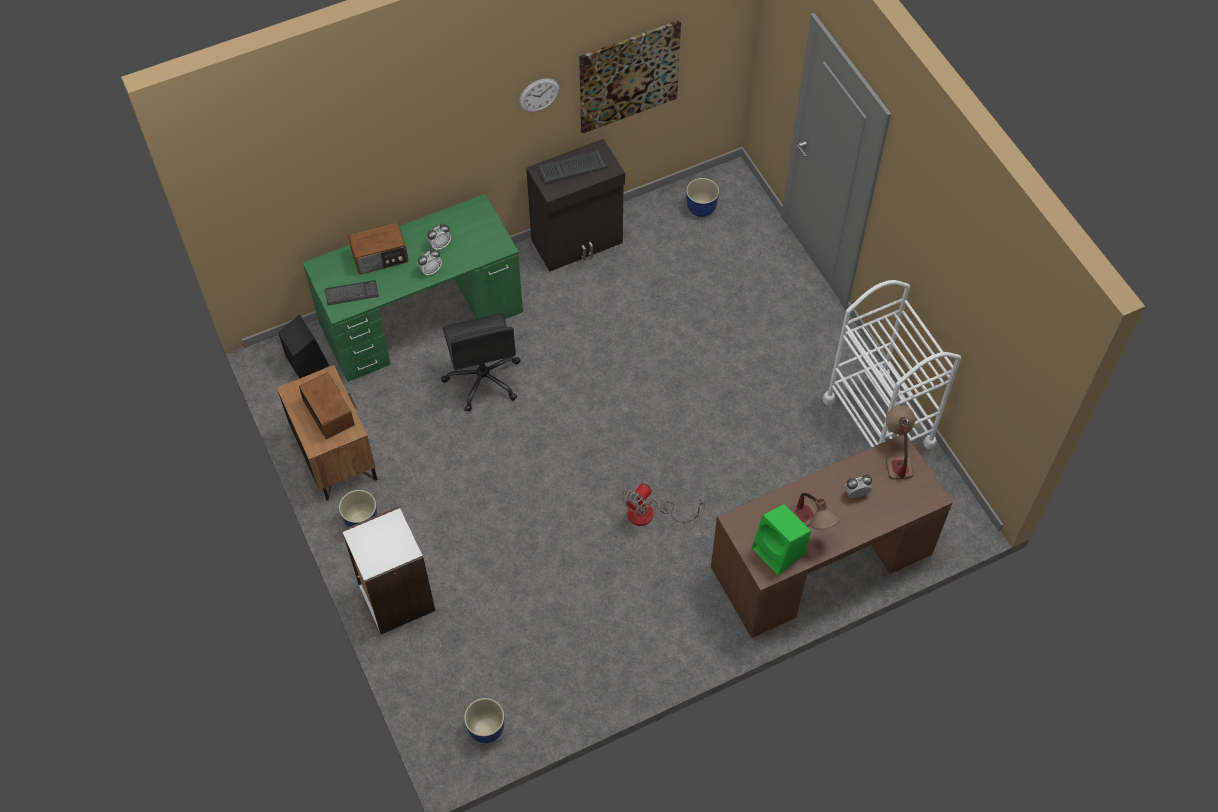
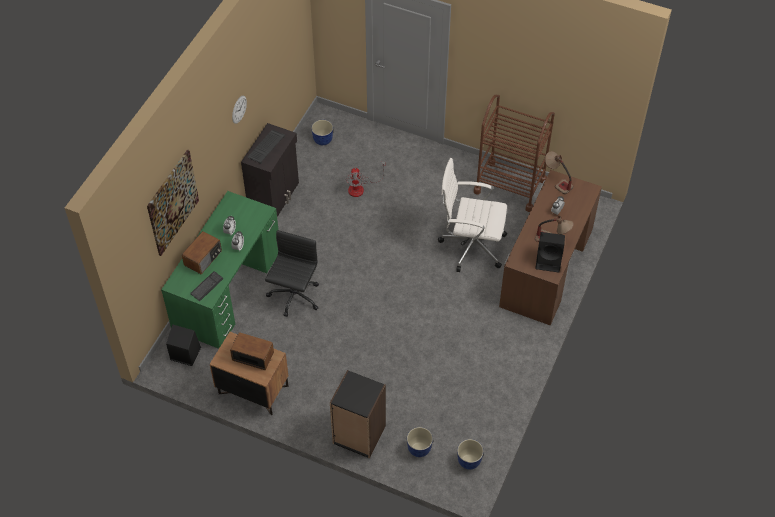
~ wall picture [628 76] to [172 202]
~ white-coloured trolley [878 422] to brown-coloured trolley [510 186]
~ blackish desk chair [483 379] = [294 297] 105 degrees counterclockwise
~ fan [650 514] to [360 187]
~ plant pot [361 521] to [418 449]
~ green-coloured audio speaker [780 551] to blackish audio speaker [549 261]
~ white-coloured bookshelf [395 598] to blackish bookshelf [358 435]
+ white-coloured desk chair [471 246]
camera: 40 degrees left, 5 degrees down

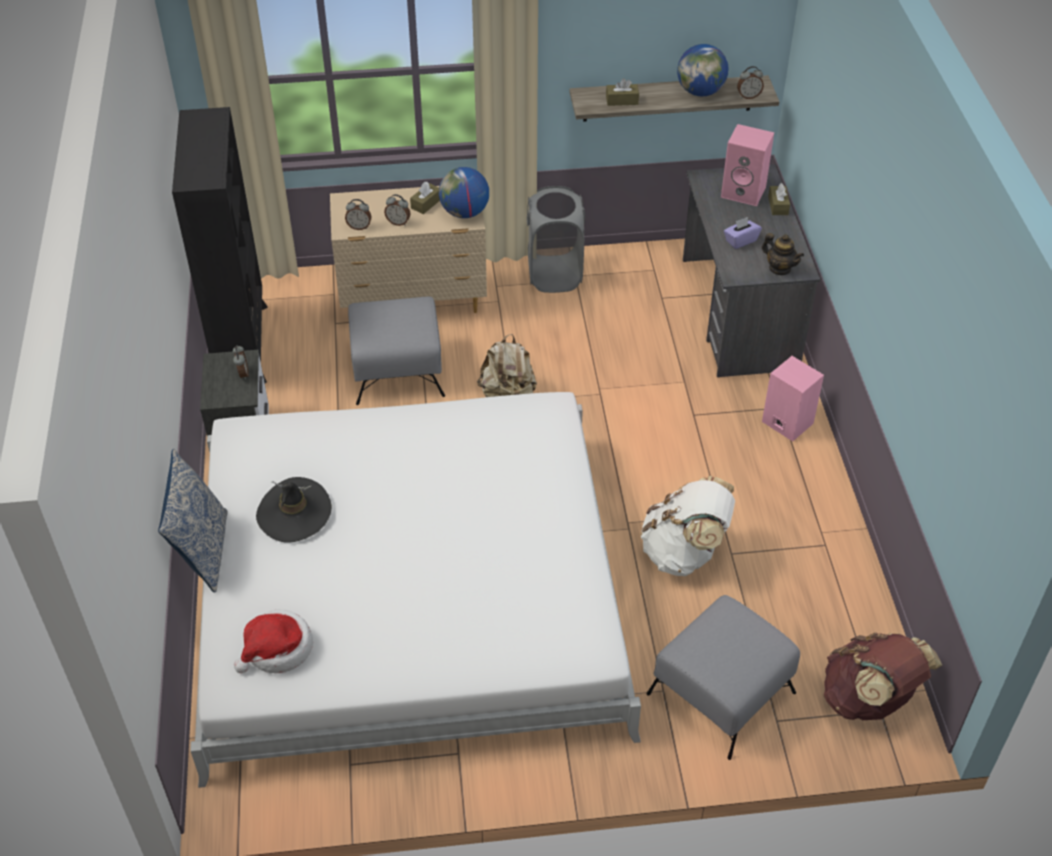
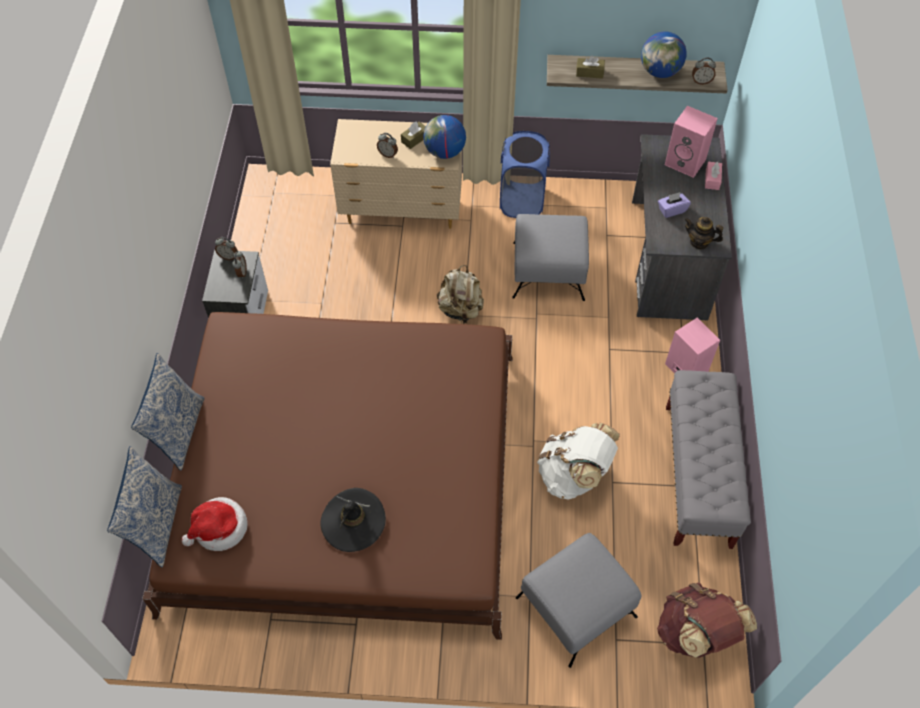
- blackish bookshelf [242 345]
~ brown-coloured tissue holder [778 205] to pinkish tissue holder [712 179]
~ greyish laundry basket [554 274] to bluish laundry basket [522 201]
~ table clock [359 227] to [228 256]
~ pot for tea [780 268] = [699 242] 150 degrees clockwise
~ greyish ottoman [398 370] to [549 271]
~ white-coloured bed [410 595] to brown-coloured bed [346 478]
~ blackish wearable hat [294 513] to [353 521]
+ greyish bench [697 475]
+ cushion [156 524]
camera: 10 degrees right, 10 degrees up

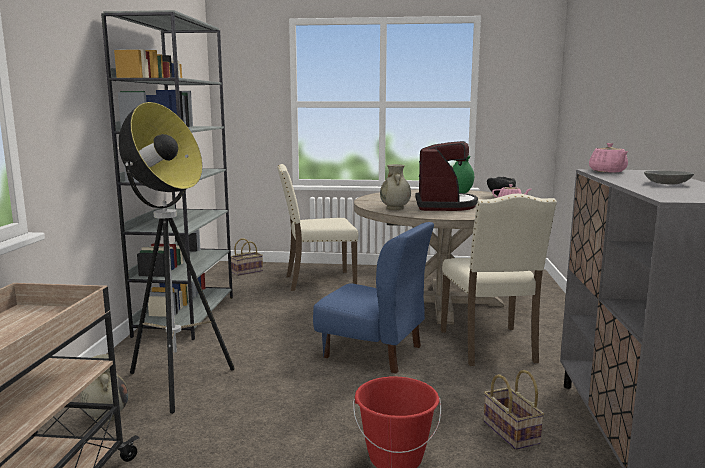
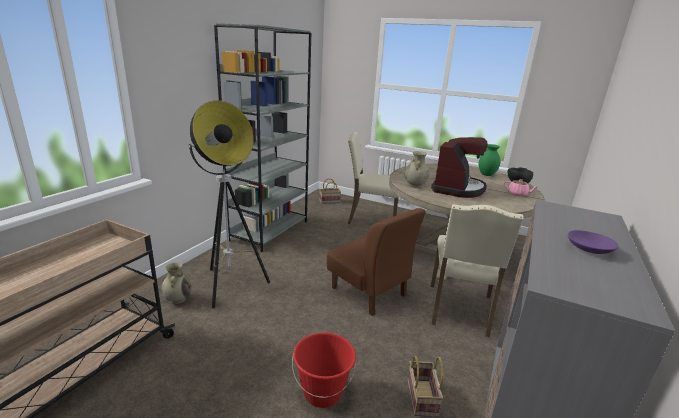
- pinkish pot for tea [608 171]
~ greyish serving bowl [666 183] to purple-coloured serving bowl [588 249]
~ bluish chair [373 352] to brown-coloured chair [369 292]
camera: 20 degrees right, 10 degrees up

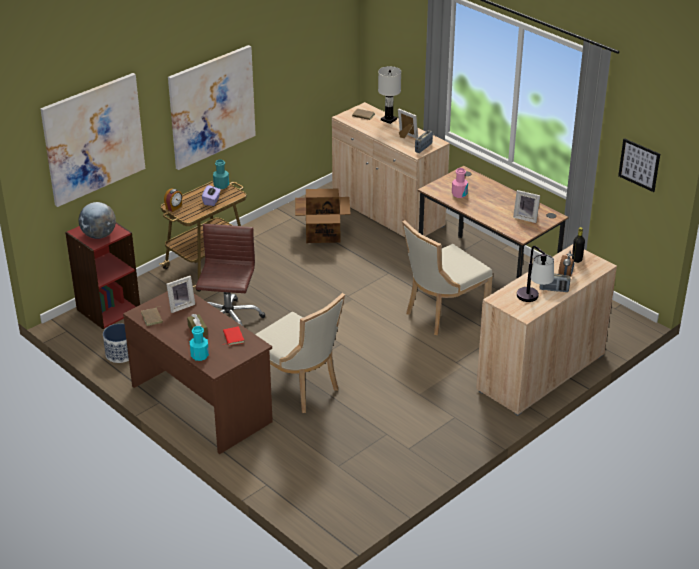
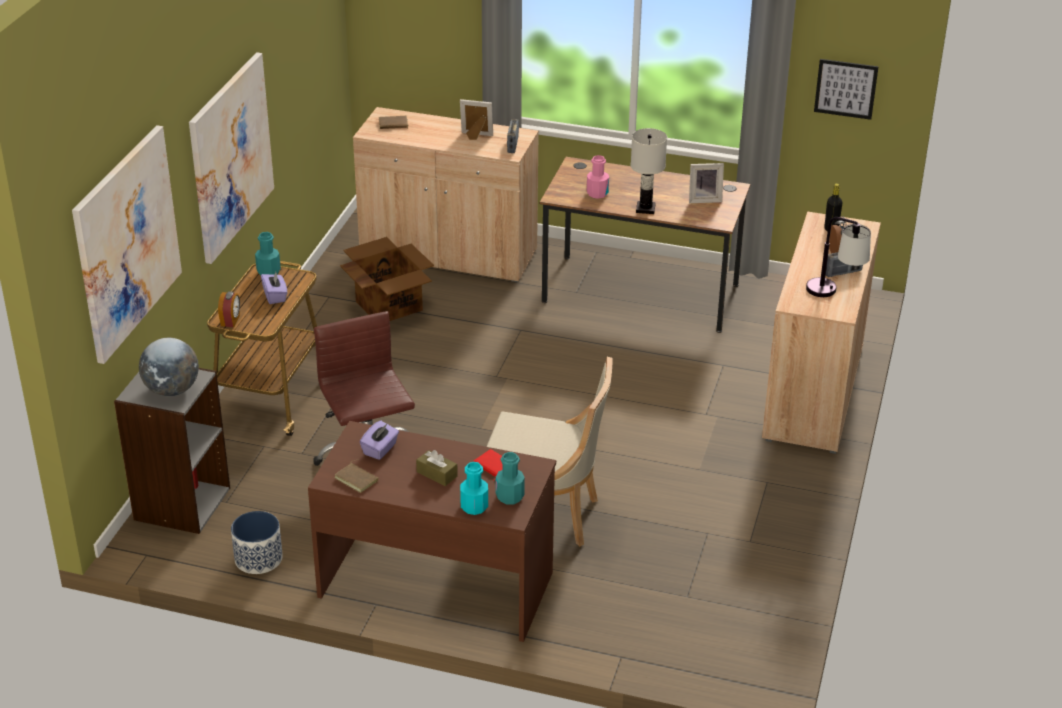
~ white-coloured tabletop lamp [388 119] to [645 208]
- beige-coloured chair [442 313]
~ red-coloured bookshelf [108 309] to greyish bookshelf [181 503]
~ standing frame [181 306] to purple-coloured tissue holder [380 449]
+ turquoise drink bottle [510 496]
camera: 30 degrees left, 0 degrees up

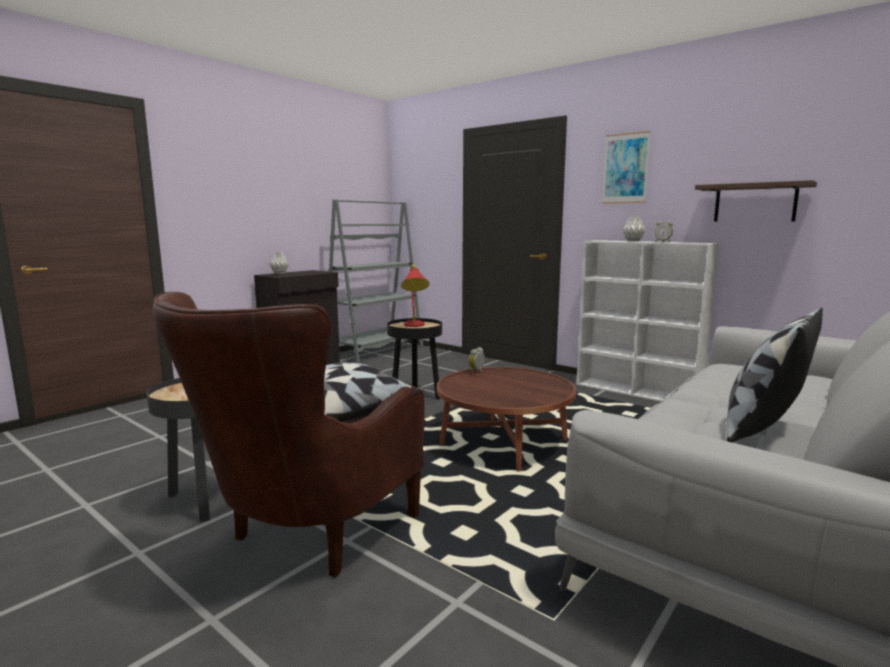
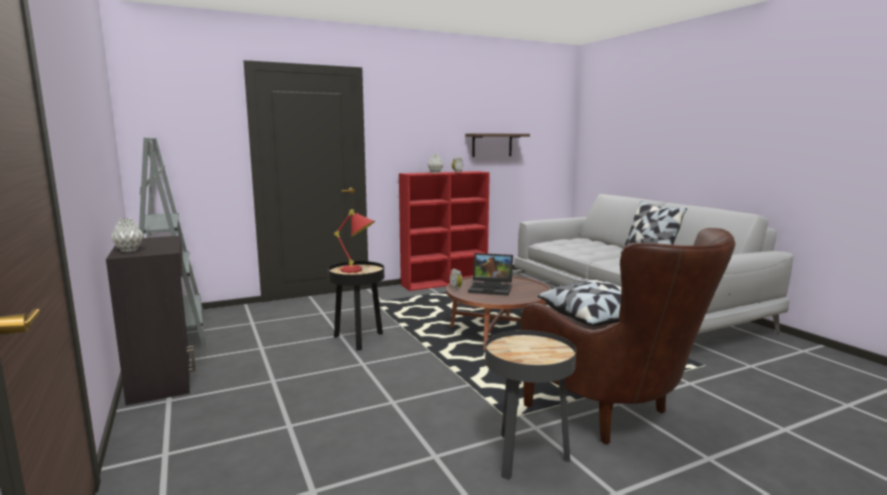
- wall picture [625 168]
~ white-coloured bookshelf [638 392] to red-coloured bookshelf [445 282]
+ laptop [492 288]
camera: 65 degrees left, 0 degrees up

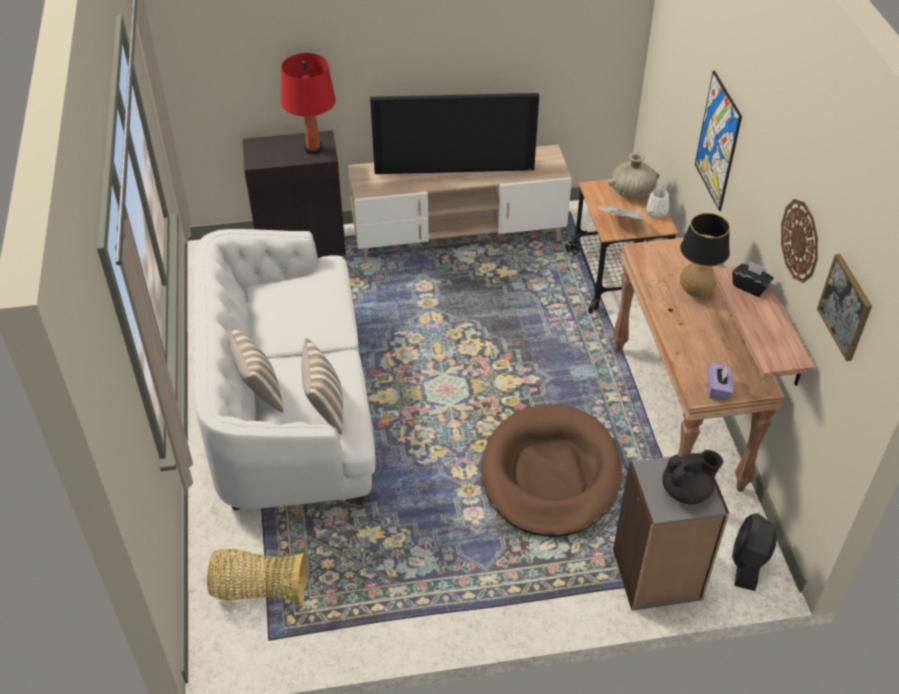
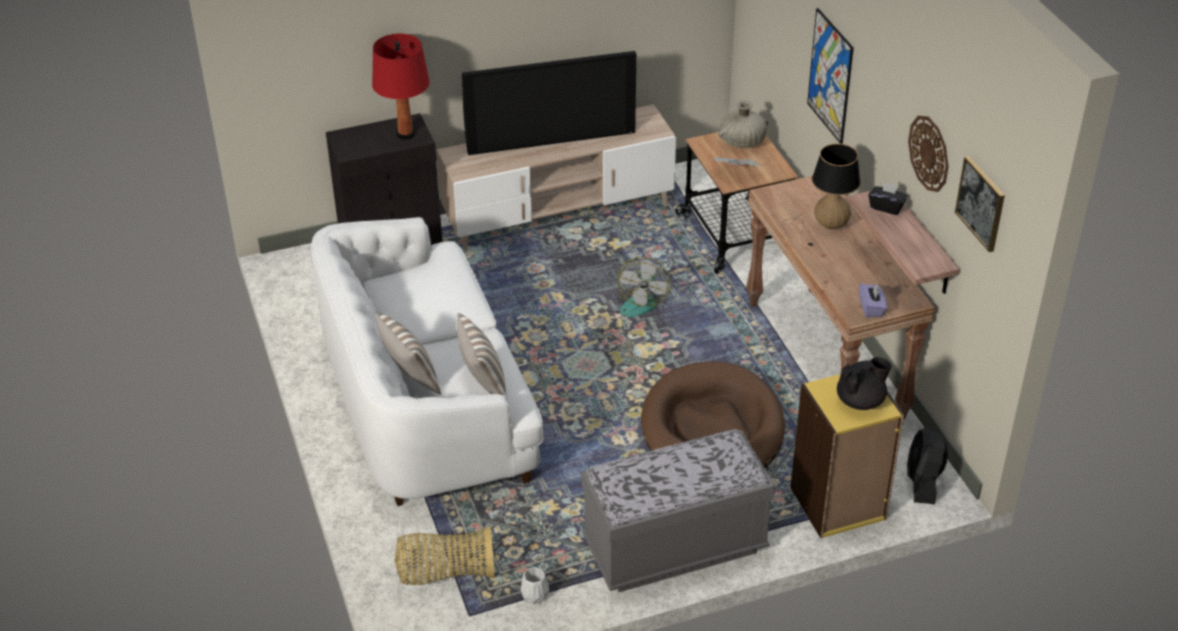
~ white-coloured decorative vase [656 212] to [534 594]
~ greyish bookshelf [657 576] to yellow bookshelf [838 504]
+ fan [640 301]
+ greyish bench [675 547]
camera: 10 degrees left, 5 degrees down

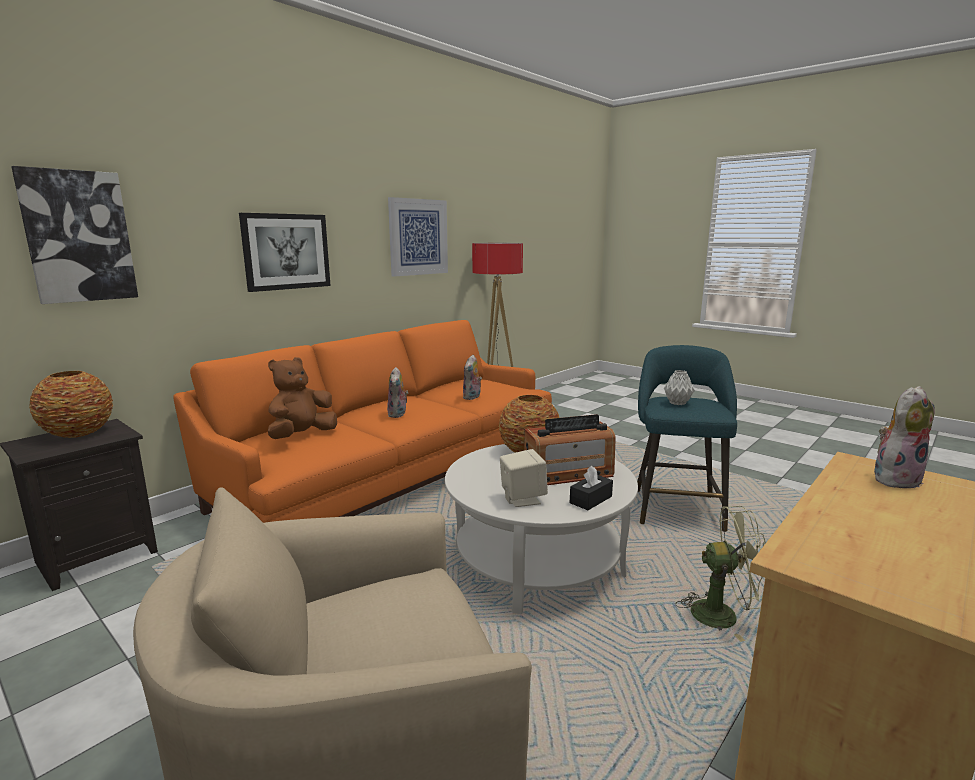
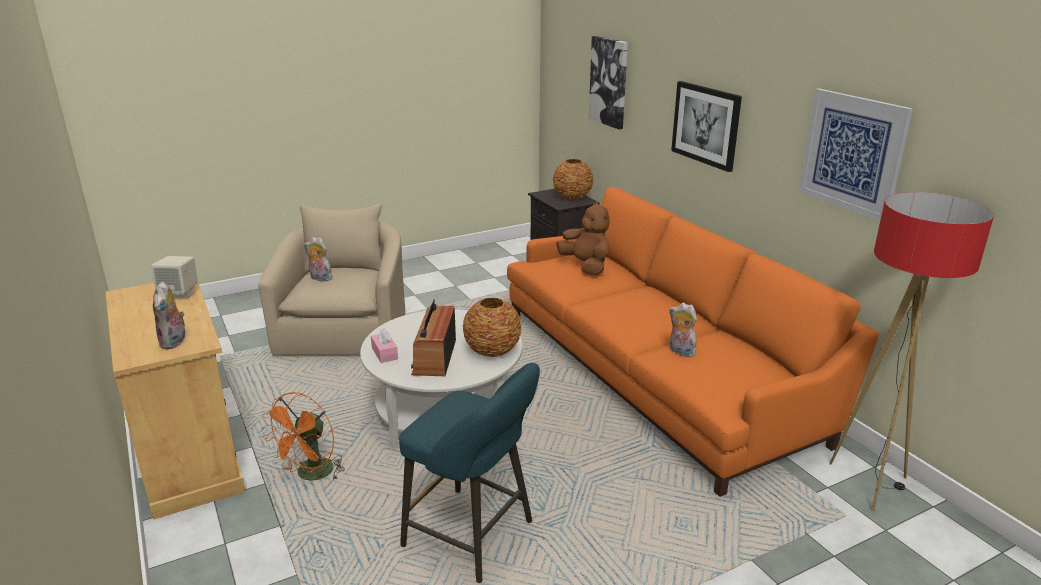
~ cuddly toy [398 414] to [319 278]
- greyish decorative vase [677 403]
~ beige-coloured audio speaker [522 499] to [180 294]
~ blackish tissue holder [590 500] to pinkish tissue holder [384 353]
~ green-coloured fan [723 614] to orange-coloured fan [311 475]
camera: 110 degrees right, 10 degrees up

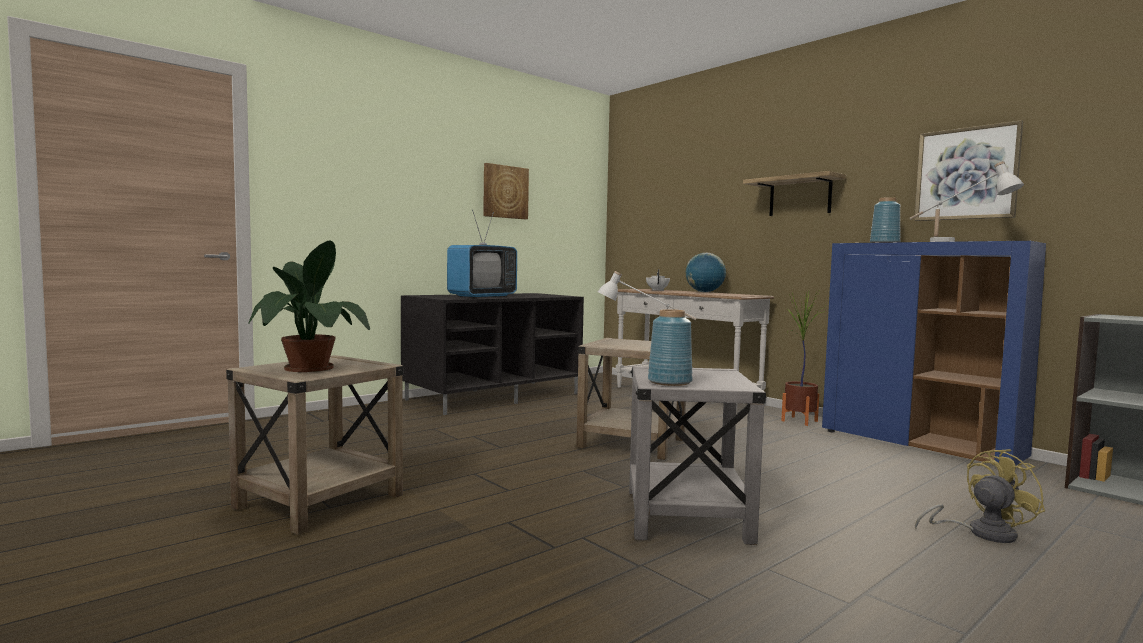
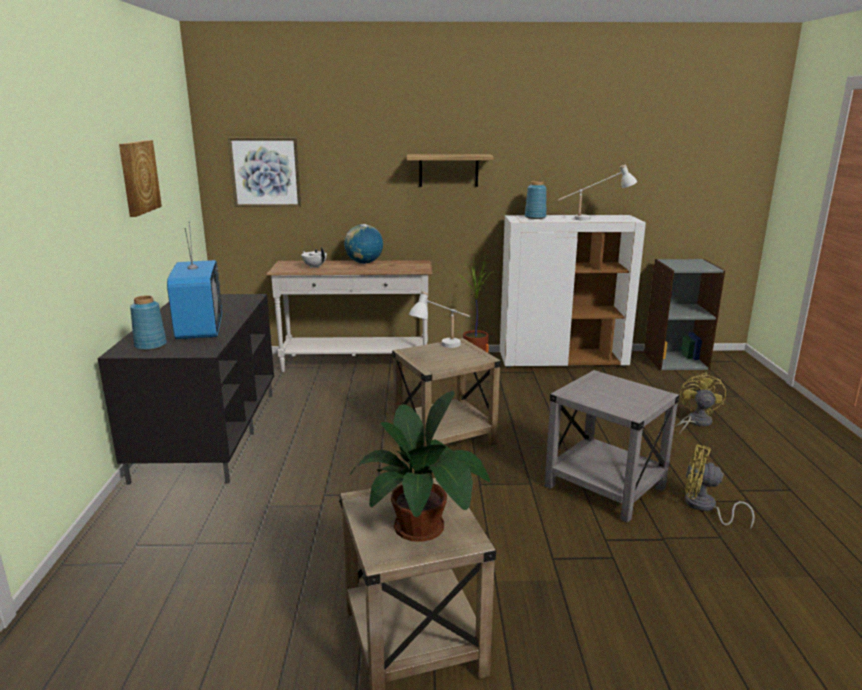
~ wall picture [966 173] to [265 172]
~ bluish cabinet [920 445] to white-coloured cabinet [563 360]
~ bluish decorative vase [669 382] to [150 346]
+ yellow fan [704 507]
camera: 50 degrees left, 15 degrees up

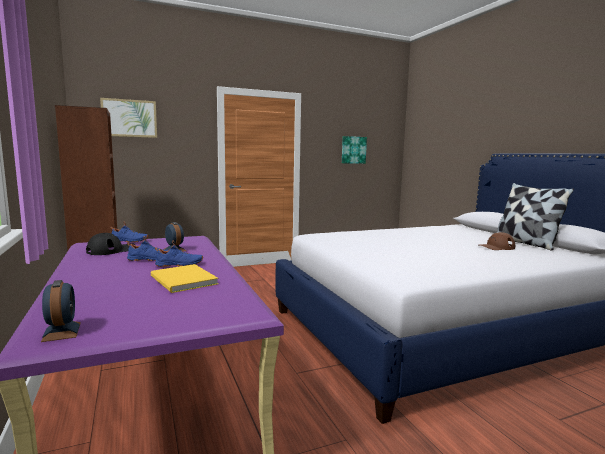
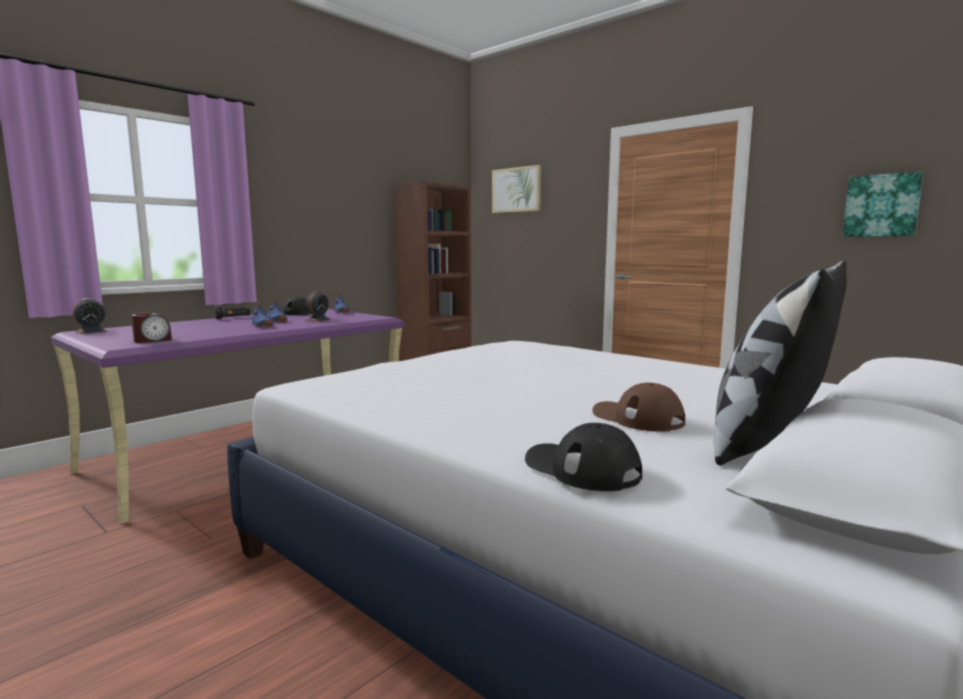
- yellow book [182 281]
+ blackish hand torch [233 318]
+ table clock [152 340]
+ blackish cap [581 468]
camera: 65 degrees right, 0 degrees up

